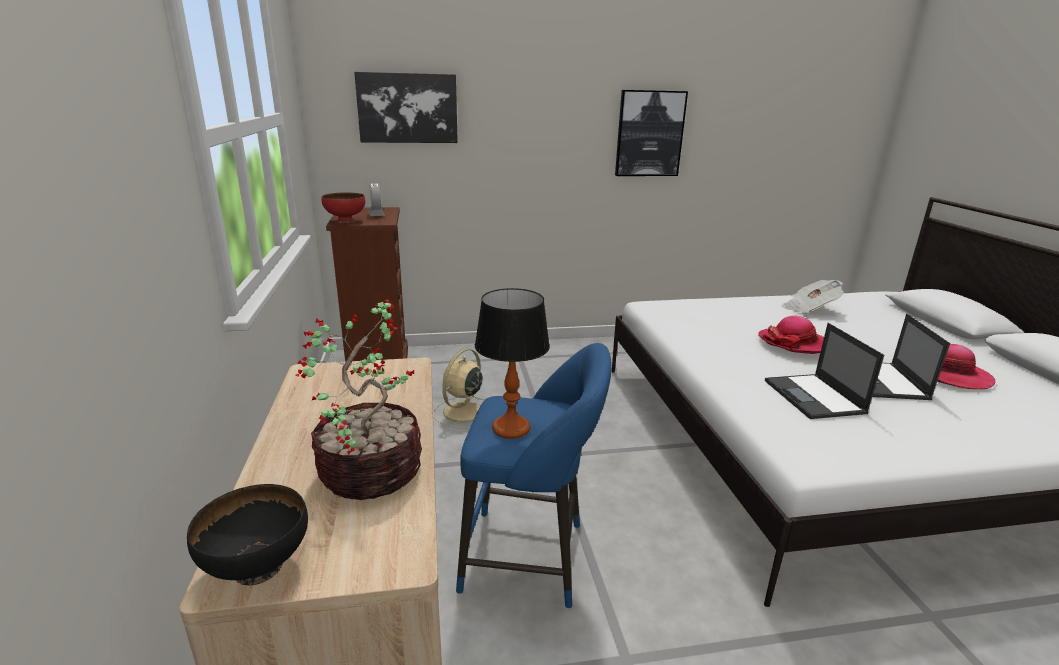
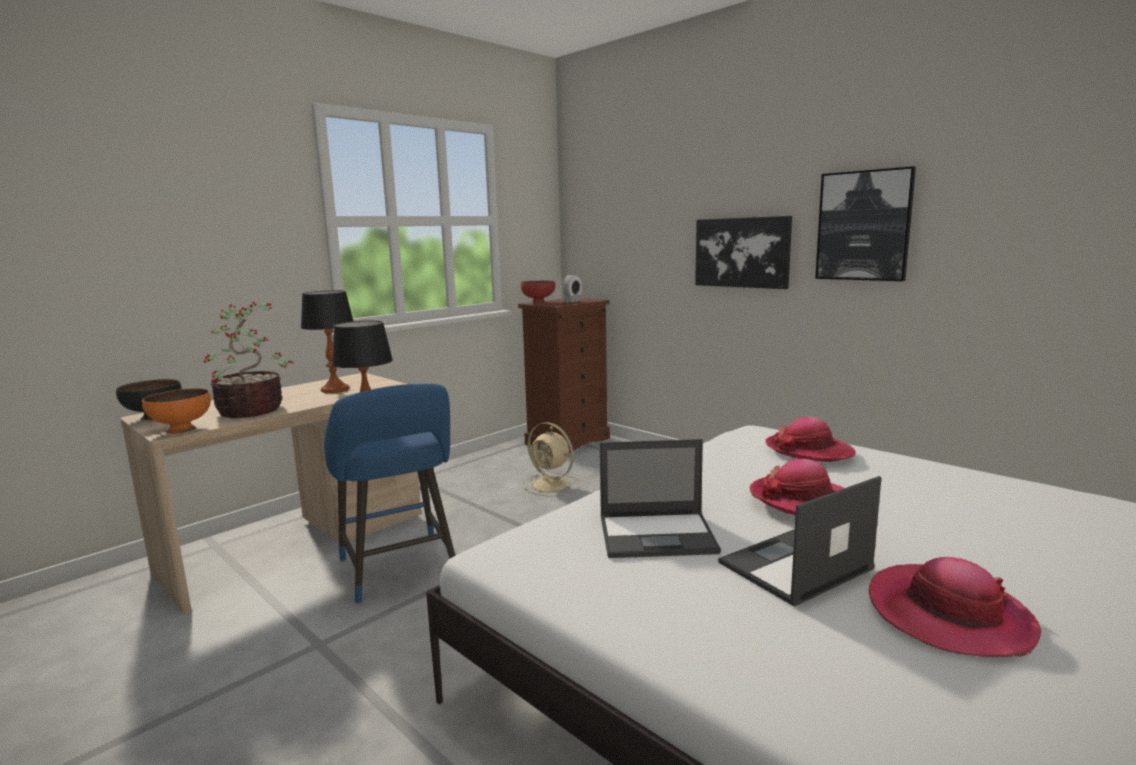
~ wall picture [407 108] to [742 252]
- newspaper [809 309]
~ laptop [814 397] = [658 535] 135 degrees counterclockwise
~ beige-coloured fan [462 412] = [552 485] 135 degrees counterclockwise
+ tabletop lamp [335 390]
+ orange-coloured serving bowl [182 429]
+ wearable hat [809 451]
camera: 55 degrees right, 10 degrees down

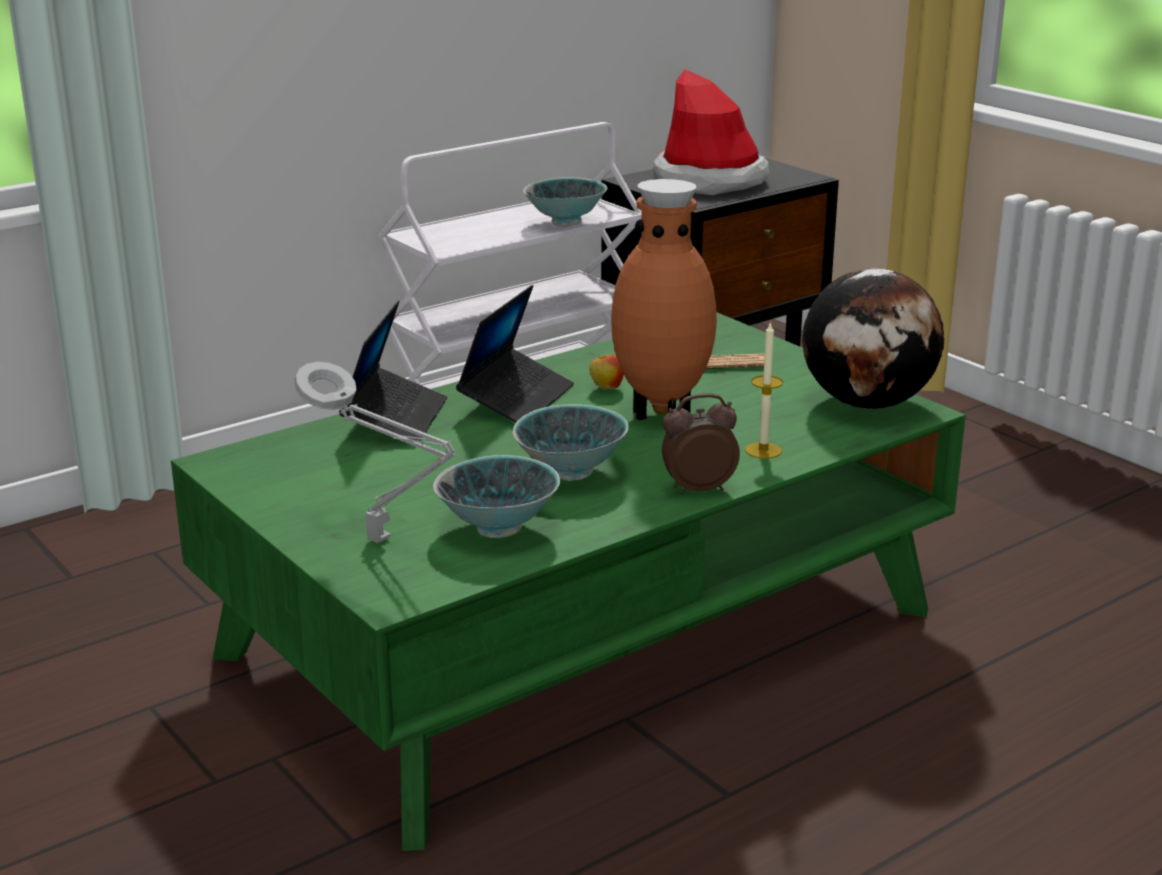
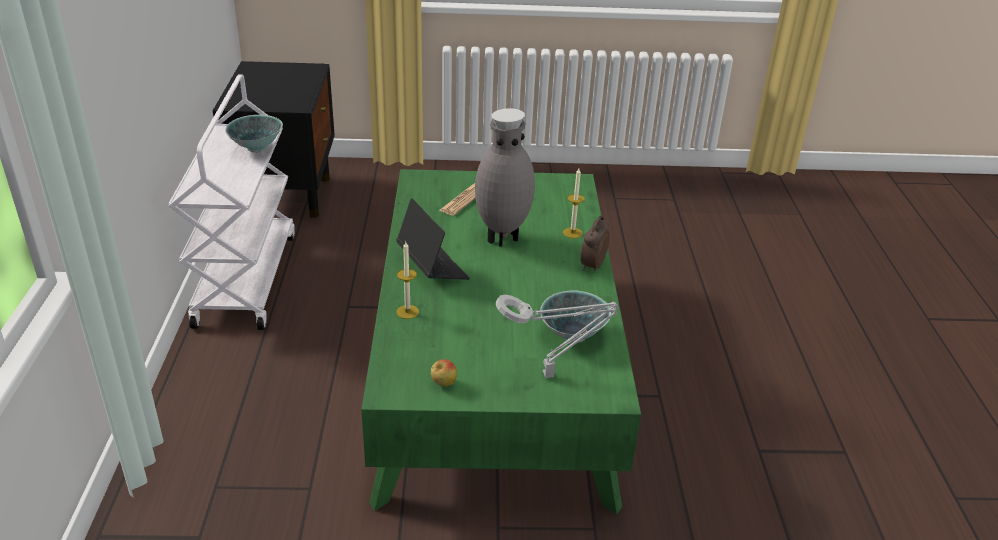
- wearable hat [710 180]
~ brown-coloured decorative vase [662 413] to greyish decorative vase [502 237]
- world globe [868 403]
~ laptop [395 419] to wax light [407 312]
~ whole apple [606 388] to [443 383]
- serving bowl [572 471]
camera: 55 degrees left, 10 degrees up

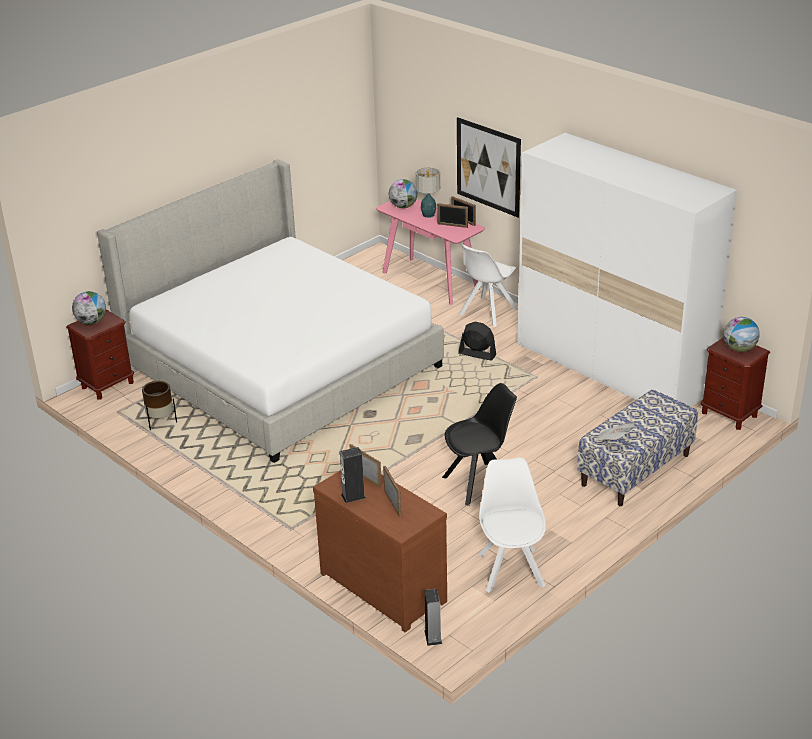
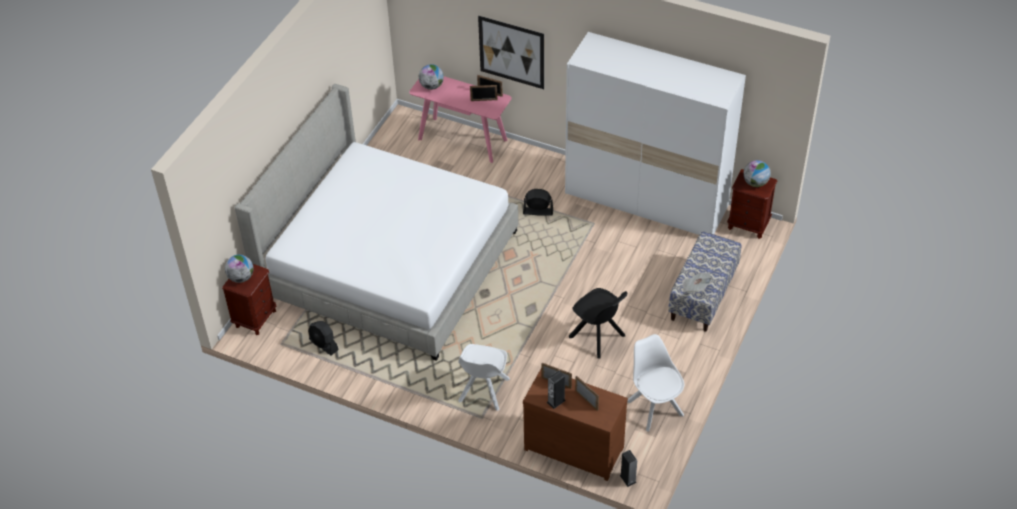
- tabletop lamp [428 215]
~ white-coloured chair [487 312] to [483 391]
~ brown-coloured plant pot [161 422] to blackish fan [324 345]
~ blackish chair [479 483] = [598 337] 90 degrees clockwise
camera: 20 degrees left, 15 degrees up

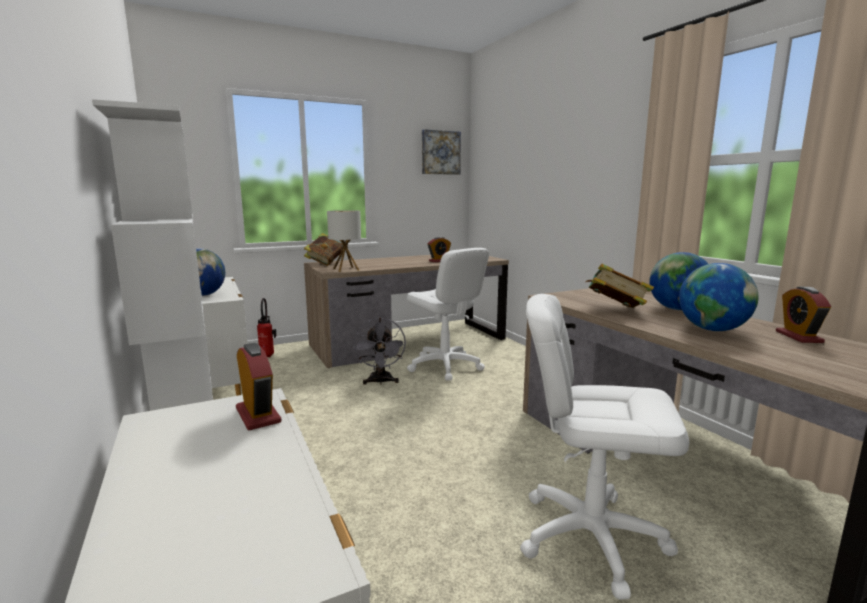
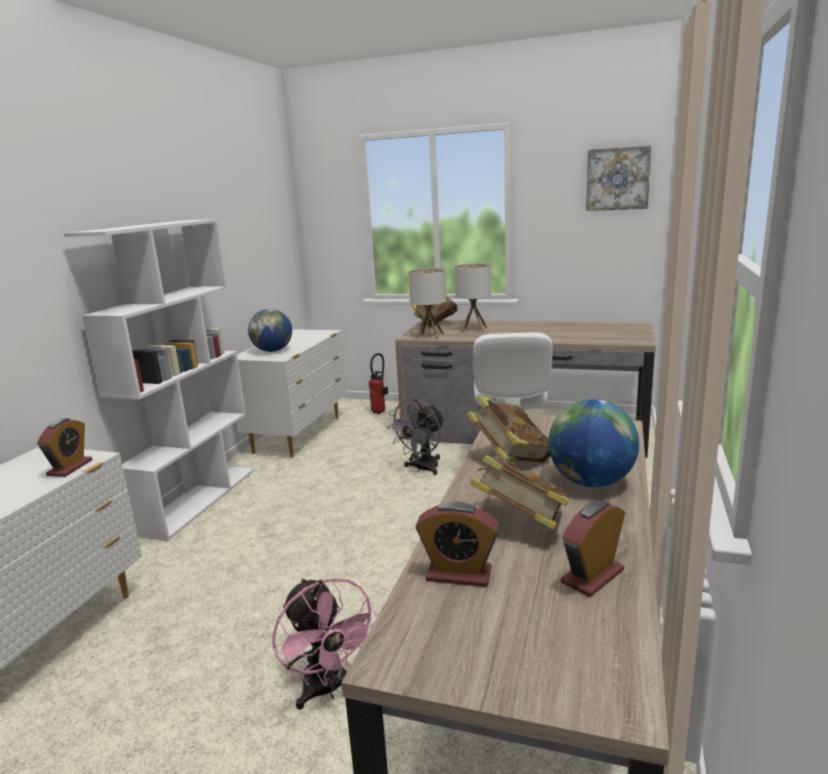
~ table clock [439 261] to [458 574]
~ world globe [712 330] to book [520 523]
~ white-coloured desk chair [590 536] to pinkish fan [328 690]
+ tabletop lamp [474 329]
camera: 45 degrees right, 5 degrees up

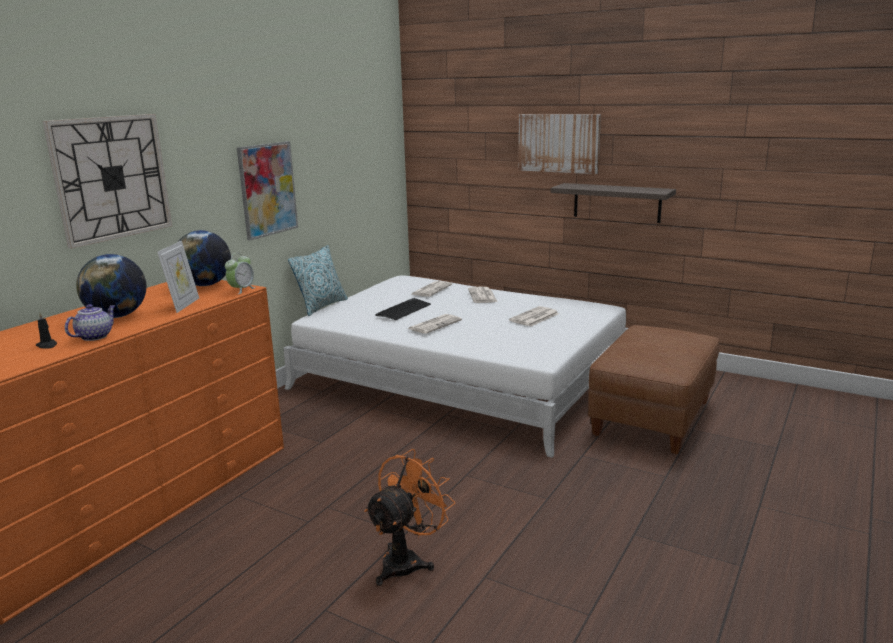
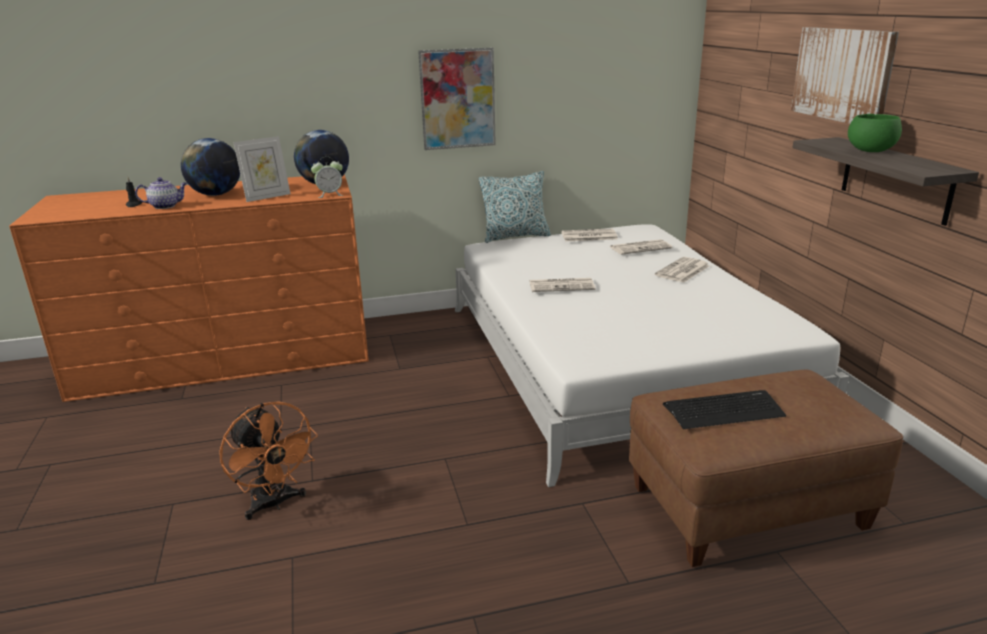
- clock on the wall [111 178]
~ computer keyboard [403 310] to [723 410]
~ newspaper [534 317] to [588 236]
~ orange-coloured fan [407 561] = [274 504] 60 degrees clockwise
+ green-coloured serving bowl [870 151]
camera: 45 degrees right, 5 degrees up

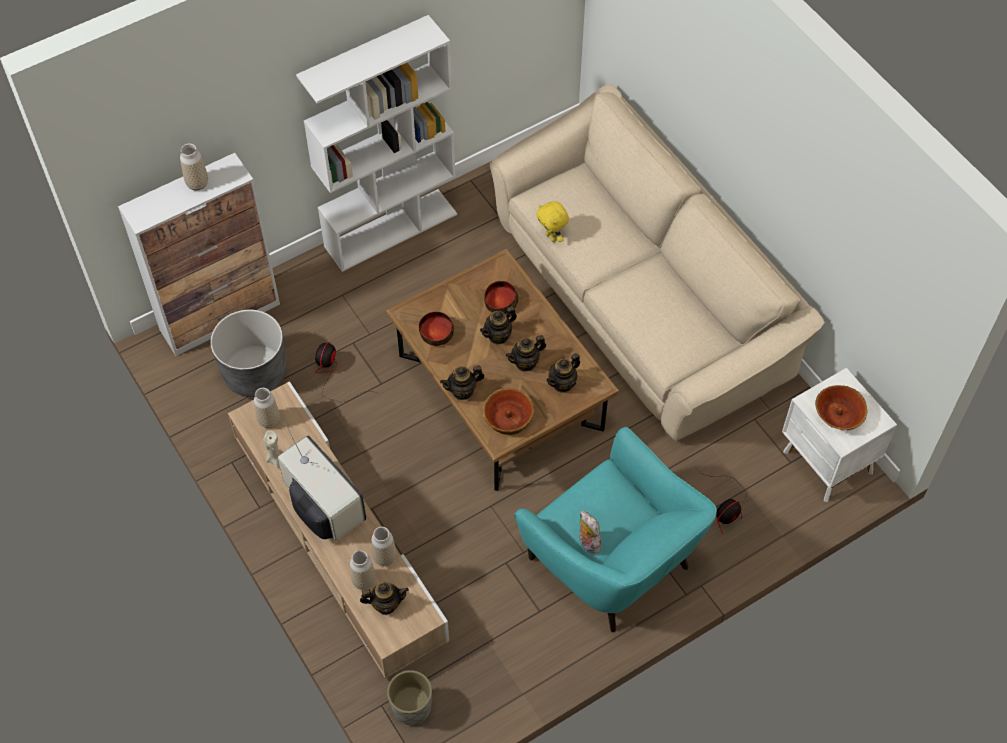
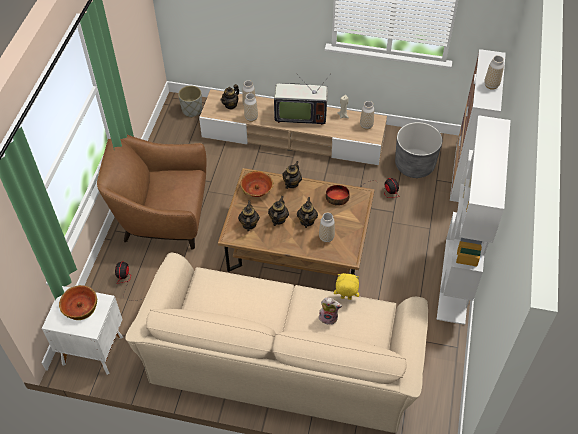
~ serving bowl [500 302] to decorative vase [326 237]
~ turquoise lounge chair [612 561] to brown-coloured lounge chair [163 217]
~ cuddly toy [587 543] to [329 317]
camera: 135 degrees right, 5 degrees down

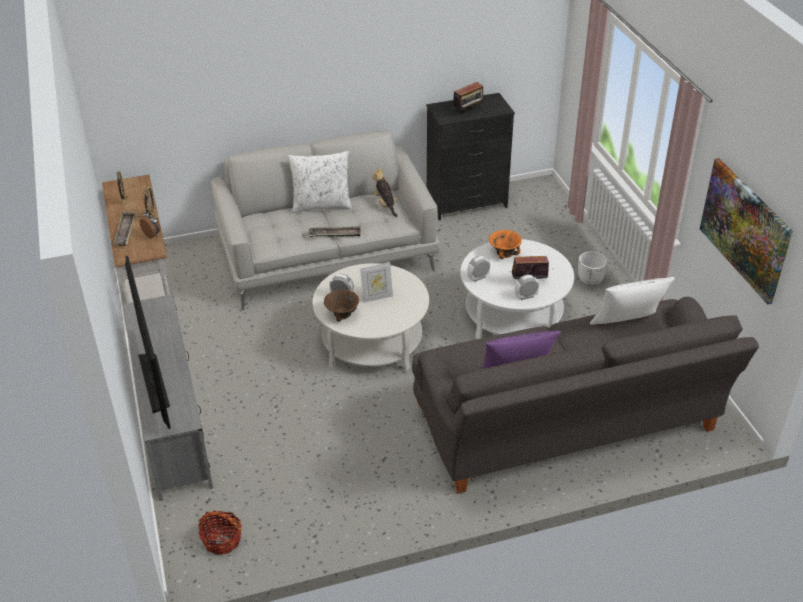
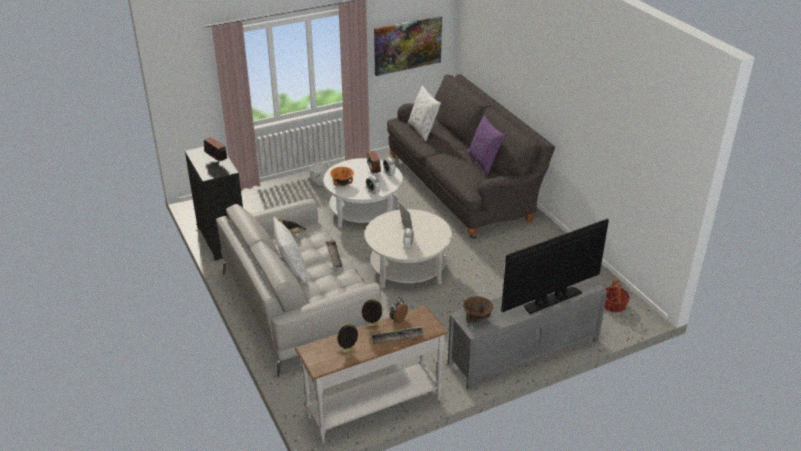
~ brown-coloured serving bowl [342 314] to [476 318]
camera: 100 degrees left, 5 degrees down

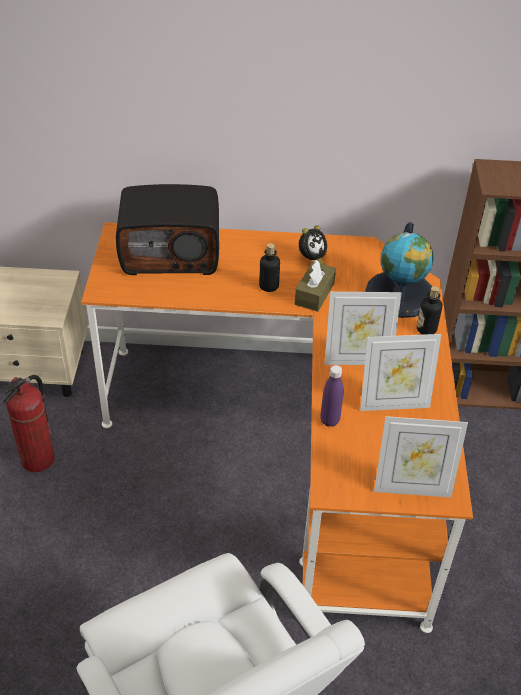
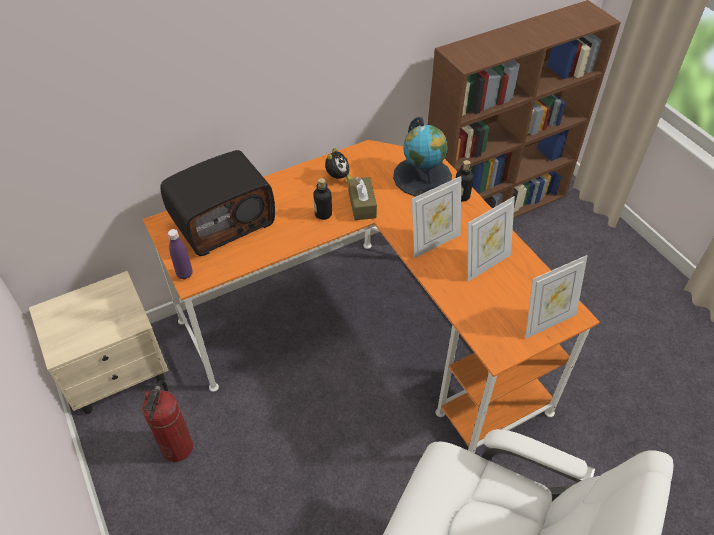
~ purple-coloured drink bottle [329 420] to [185 274]
camera: 30 degrees left, 5 degrees up

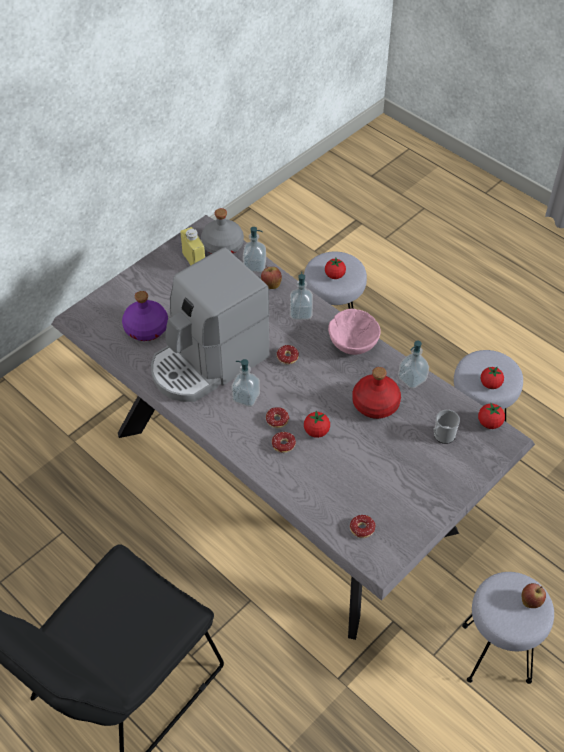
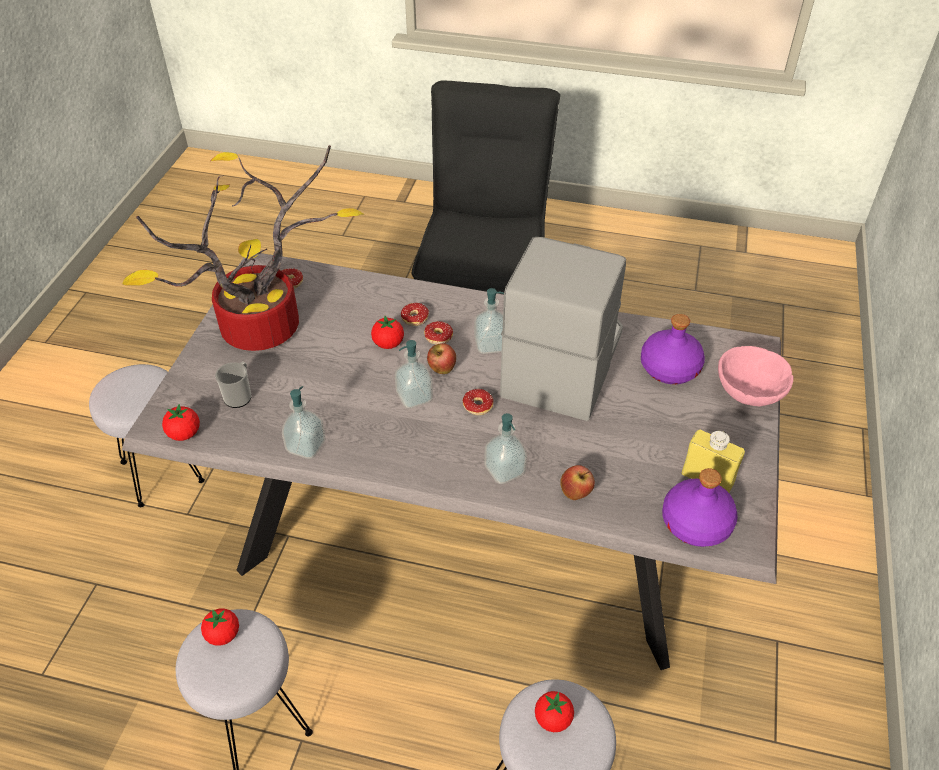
~ greyish drink bottle [223 246] to purple-coloured drink bottle [695 523]
~ liquid soap bottle [254 266] to [414 397]
~ pinkish serving bowl [352 344] to [750 393]
- red-coloured drink bottle [375 404]
~ whole apple [531 601] to [442 370]
+ houseplant [258 332]
camera: 150 degrees right, 5 degrees down

